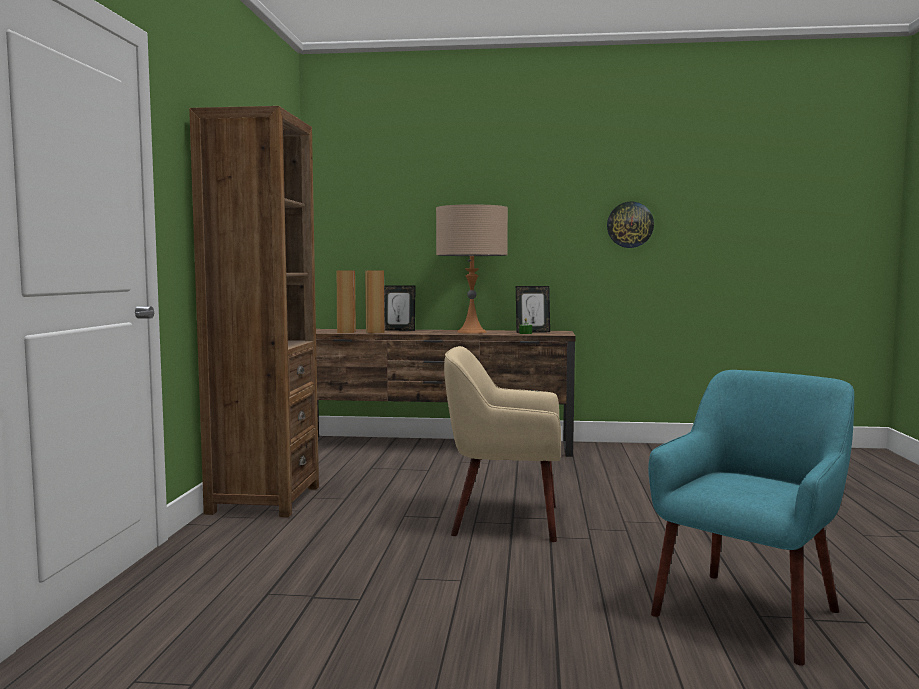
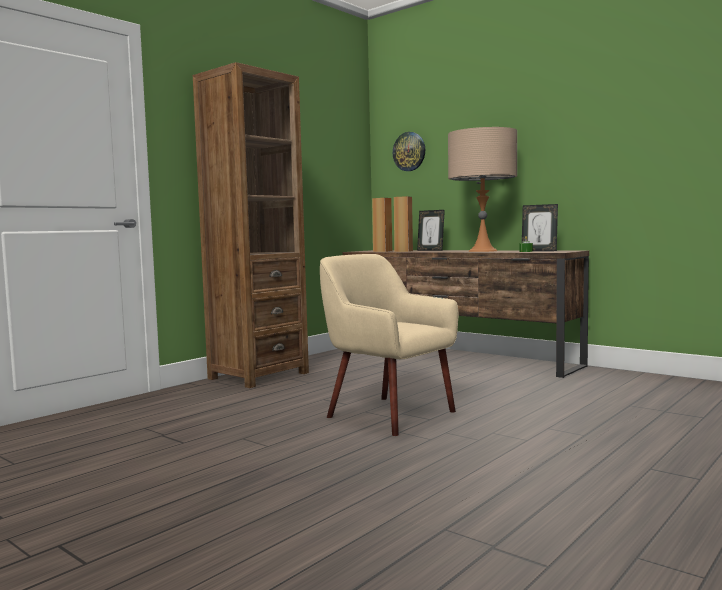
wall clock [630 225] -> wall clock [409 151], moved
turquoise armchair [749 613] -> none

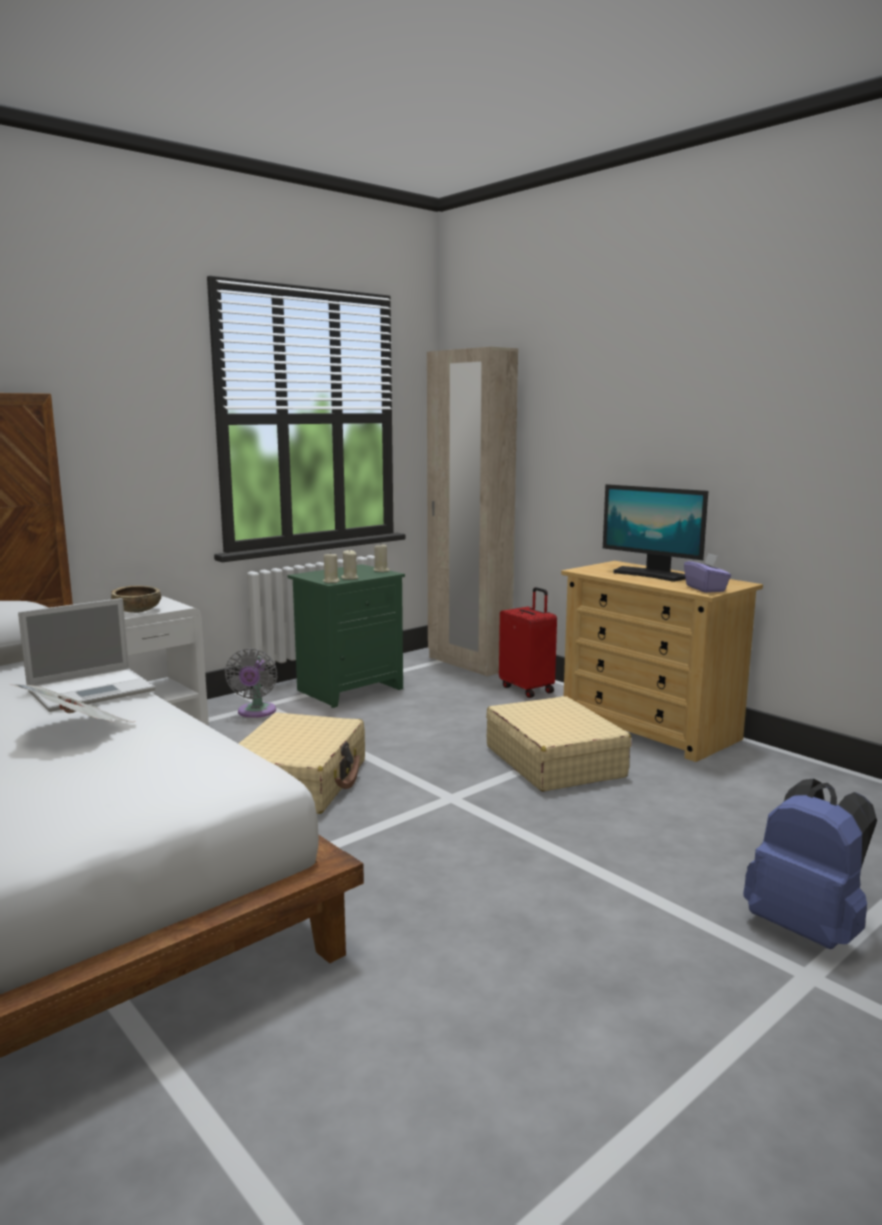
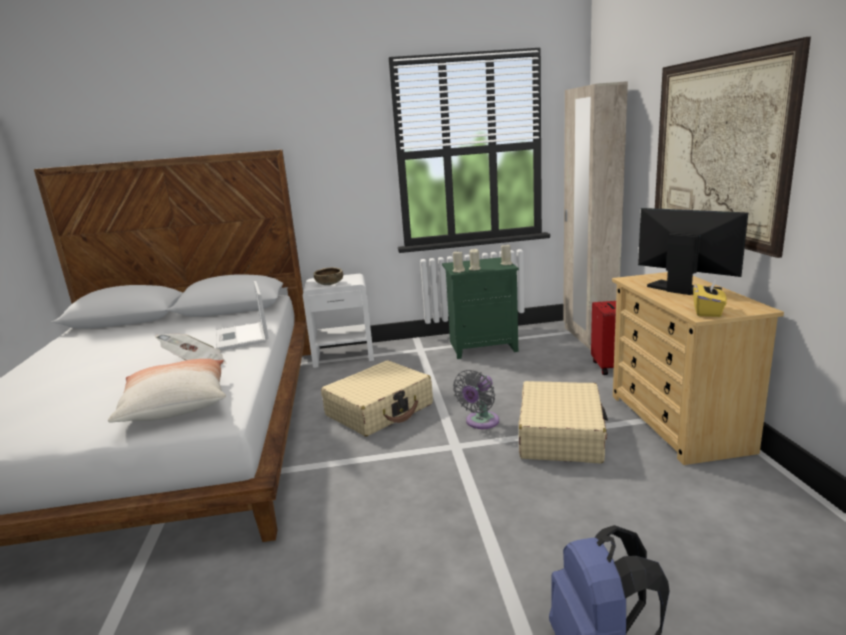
laptop [93 690] -> laptop [242 337], 75 degrees clockwise
grey fan [256 712] -> grey fan [480 422], moved
monitor [651 574] -> monitor [683 289], 150 degrees clockwise
purple tissue box [706 589] -> yellow tissue box [708 311]
none -> pillow [176 405]
none -> picture [717 150]

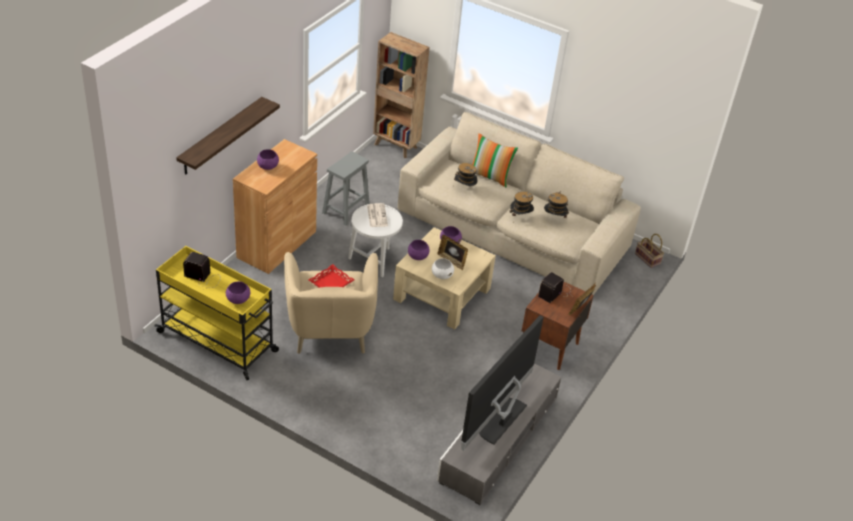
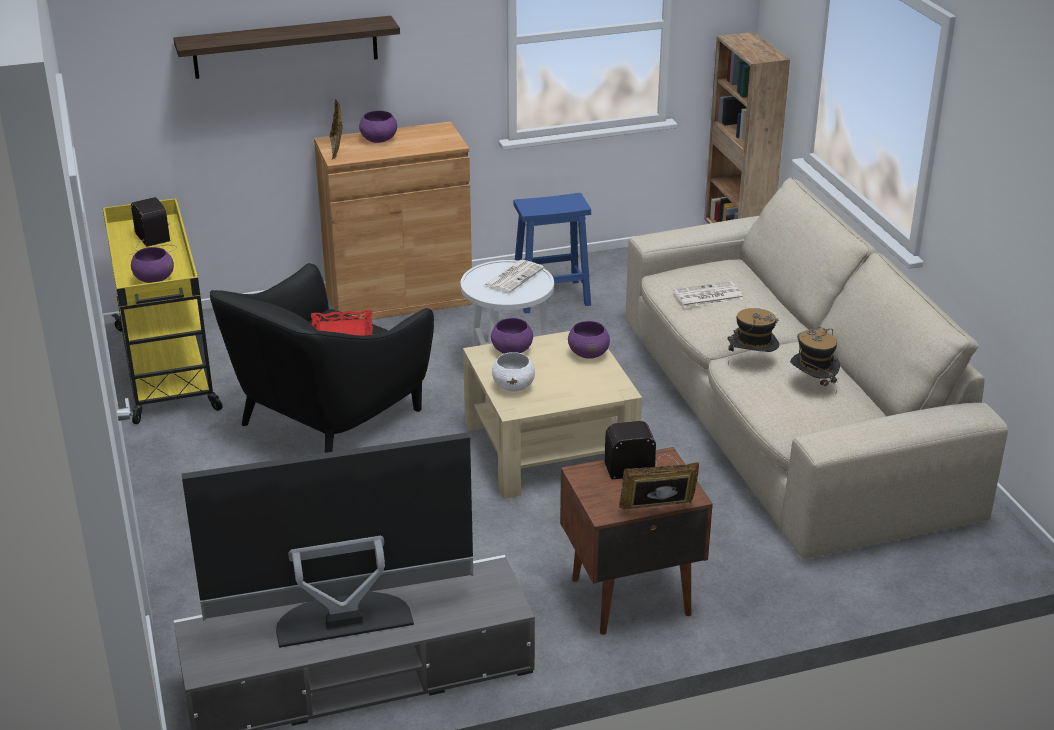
beige armchair [330 328] -> black armchair [327 416]
grey stool [346 209] -> blue stool [552 296]
picture frame [452 261] -> picture frame [337 149], moved
hat [464 188] -> newspaper [707 296]
pillow [490 176] -> none
basket [648 259] -> none

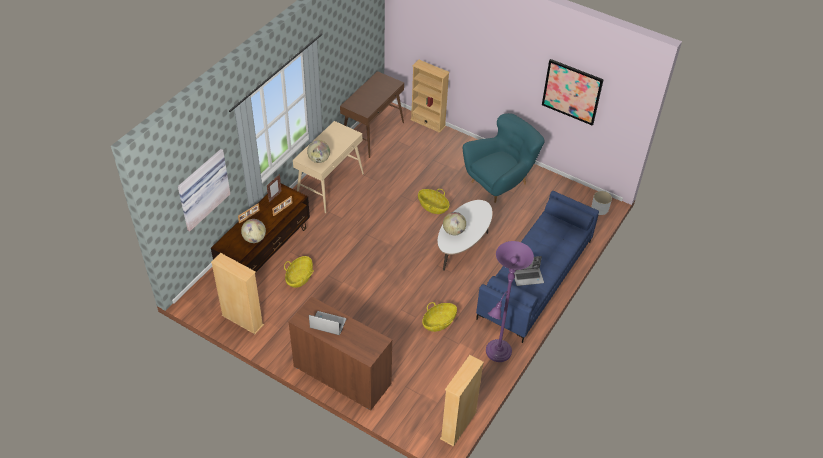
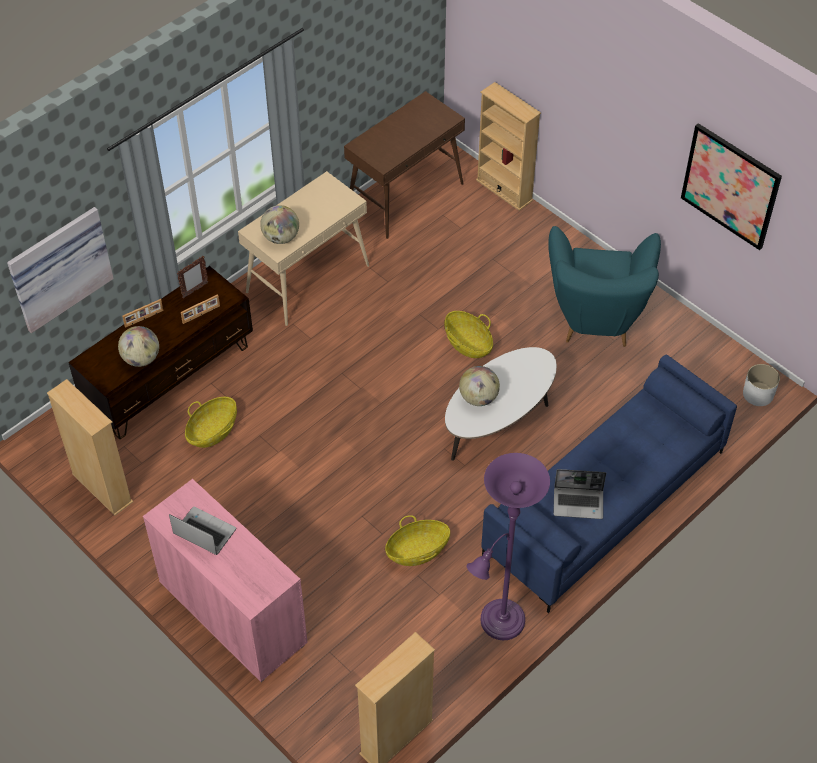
brown cabinet [342 375] -> pink cabinet [233 613]
turquoise armchair [500 182] -> turquoise armchair [596 318], 120 degrees clockwise

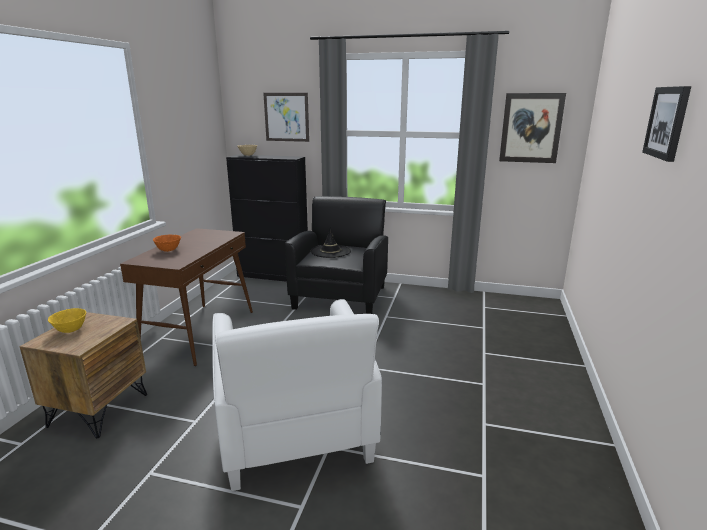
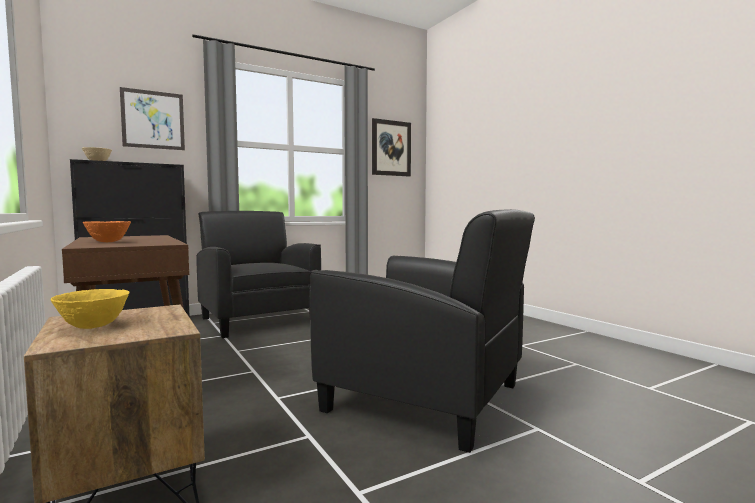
white armchair [295 434] -> black armchair [426 398]
black hat [330 251] -> none
picture [667 122] -> none

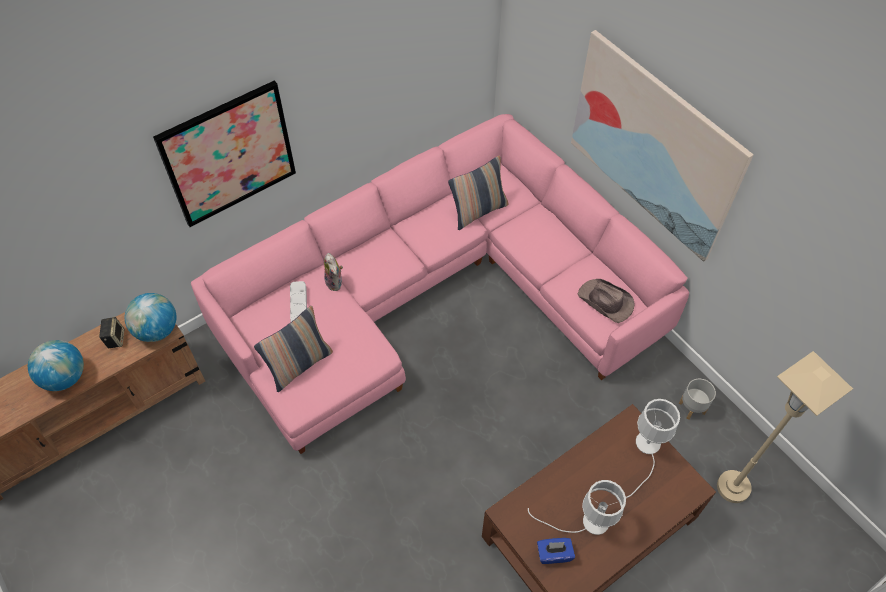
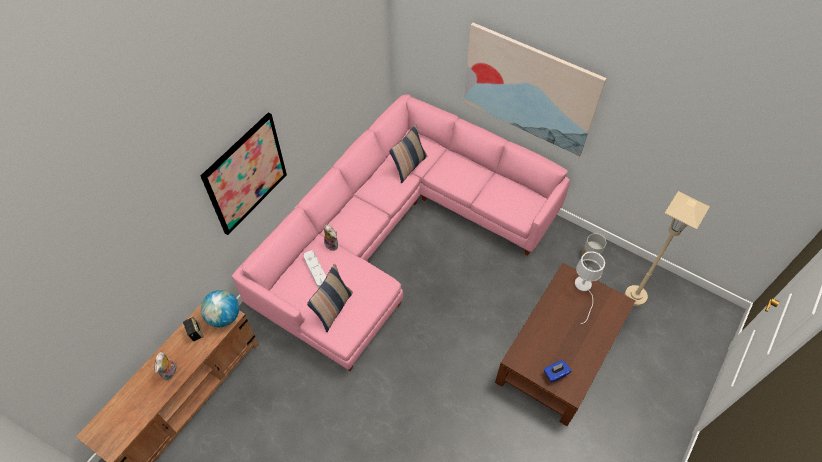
globe [65 377] -> plush toy [170 372]
white table lamp [587 523] -> none
brown hat [605 302] -> none

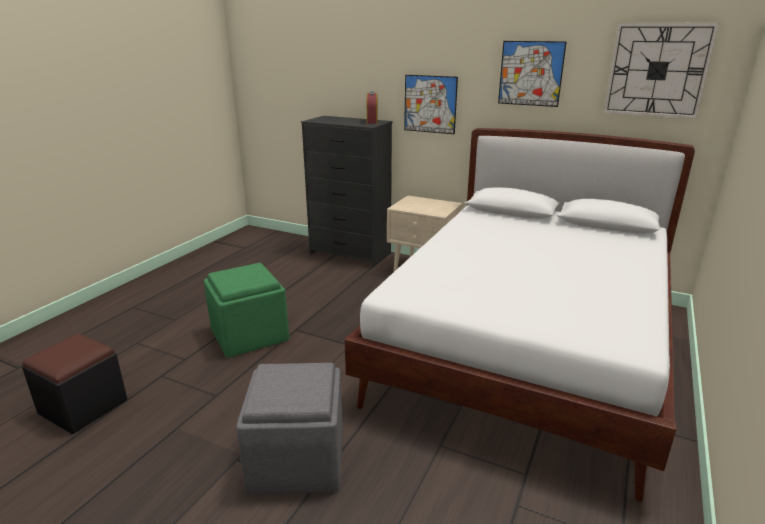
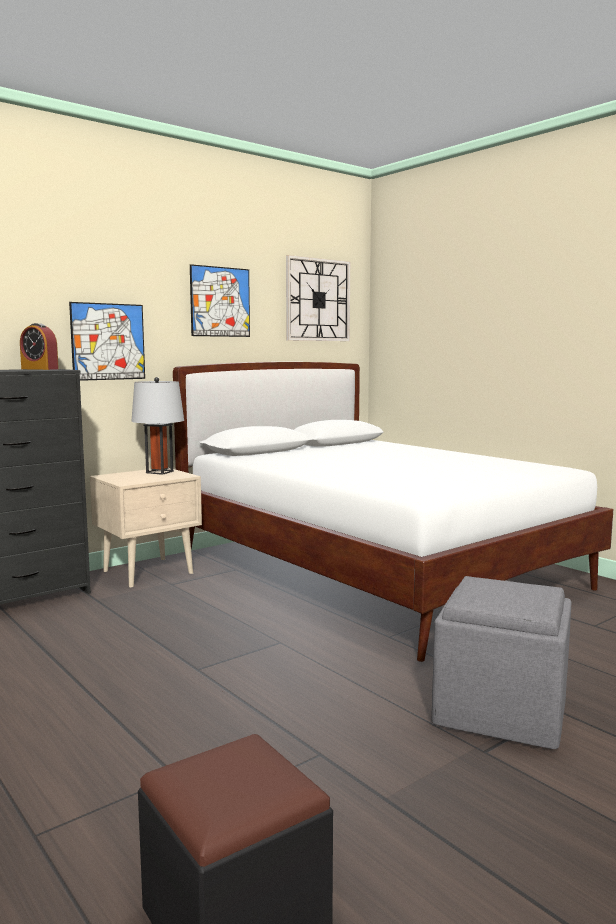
green ottoman [250 334] -> none
none -> grey table lamp [159 472]

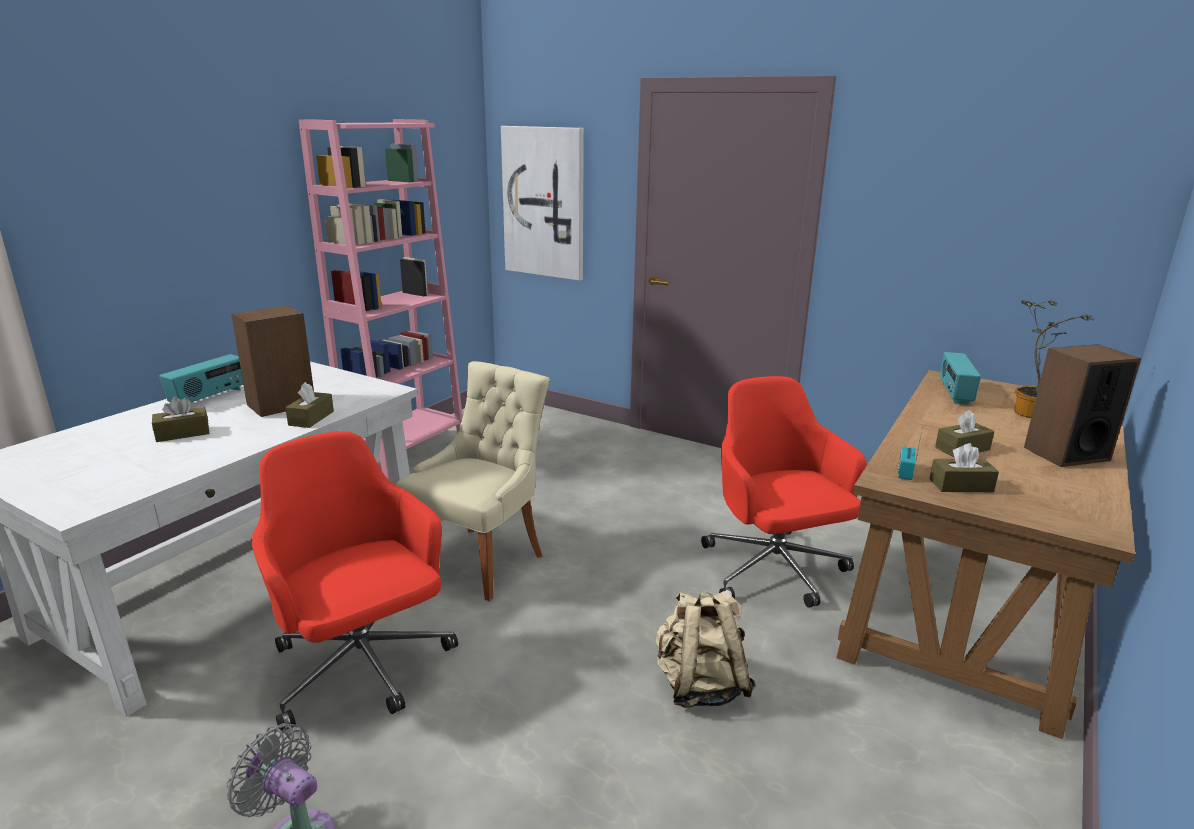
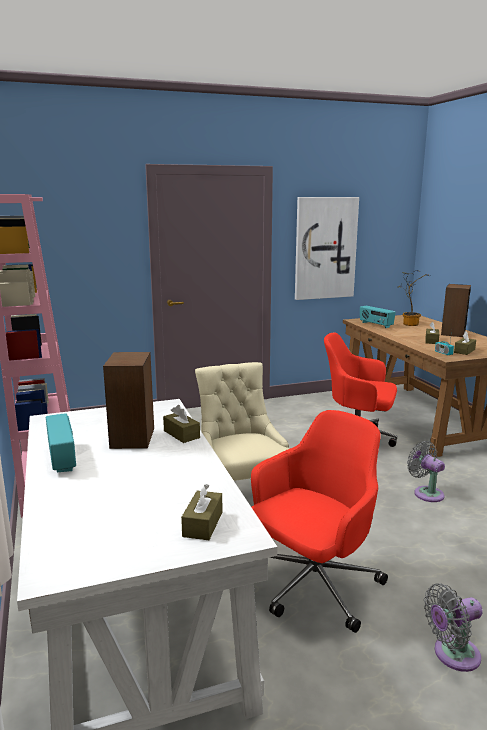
brown tissue box [183 433] -> brown tissue box [203 524], moved
red office chair [362 668] -> red office chair [312 586], 135 degrees clockwise
picture [544 203] -> picture [325 248], moved
beige backpack [700 686] -> grey fan [426 493]

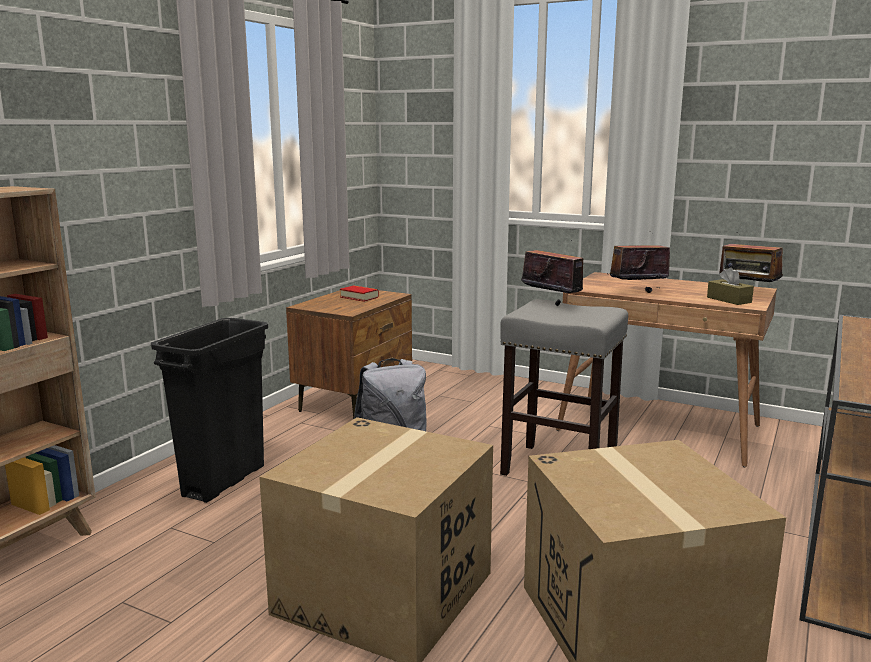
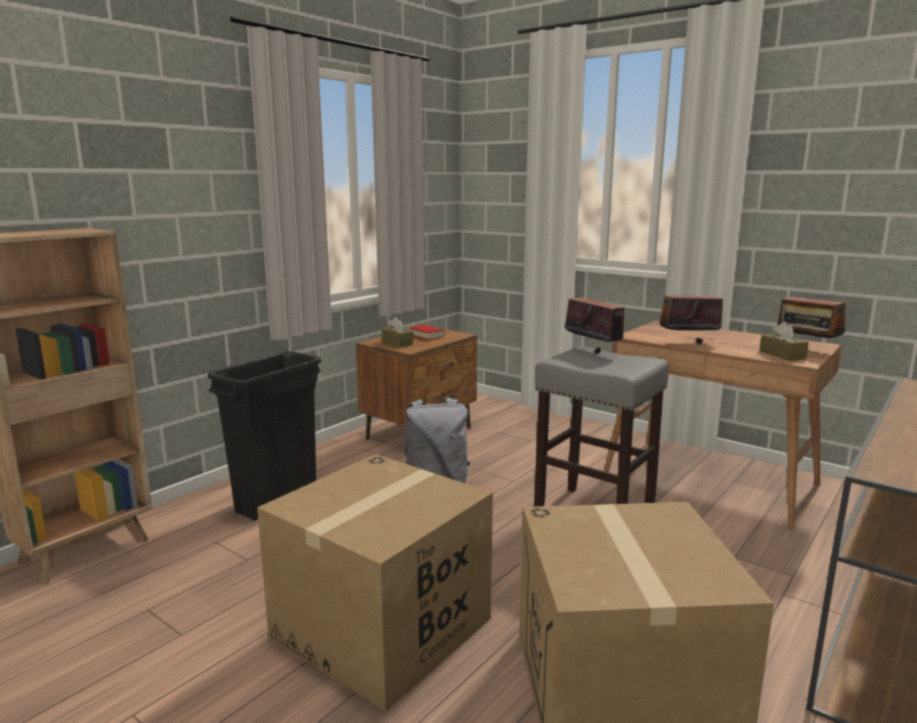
none -> brown tissue box [397 343]

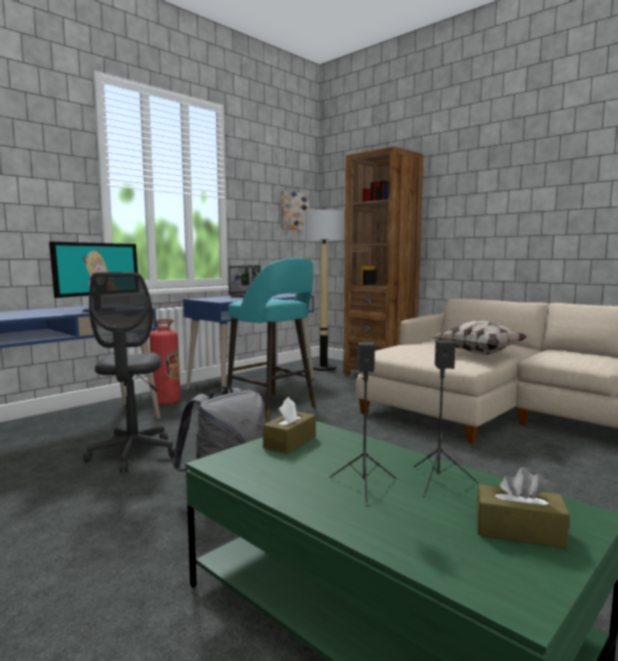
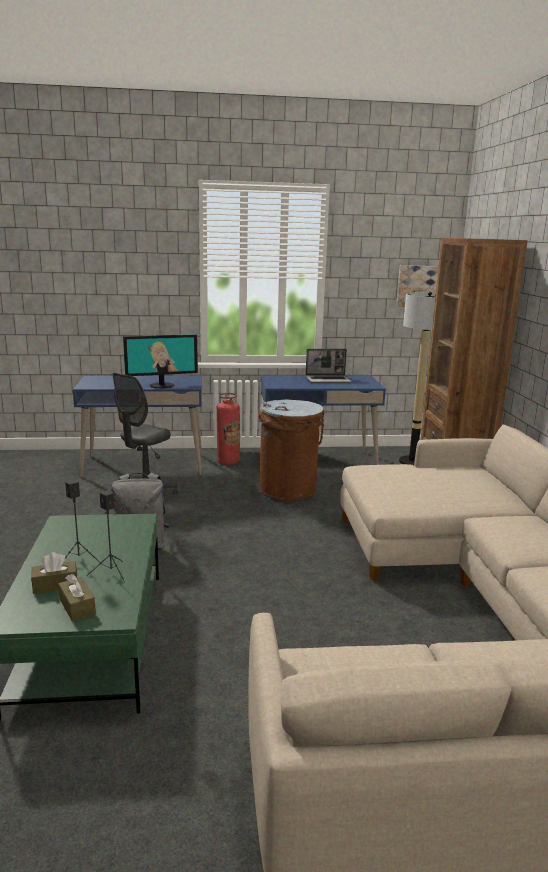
turquoise stool [272 407] -> brown trash can [288 490]
brown tissue box [290 442] -> brown tissue box [55 585], moved
pillow [478 353] -> none

